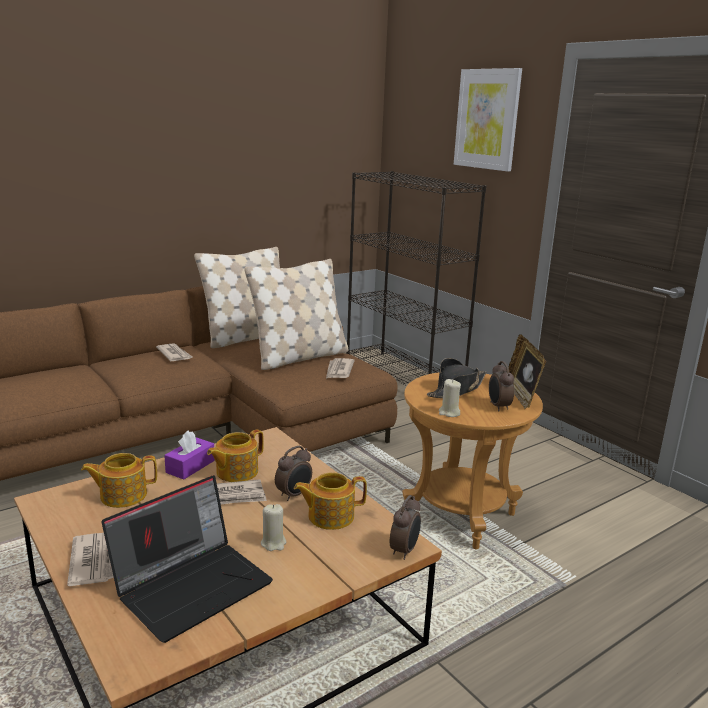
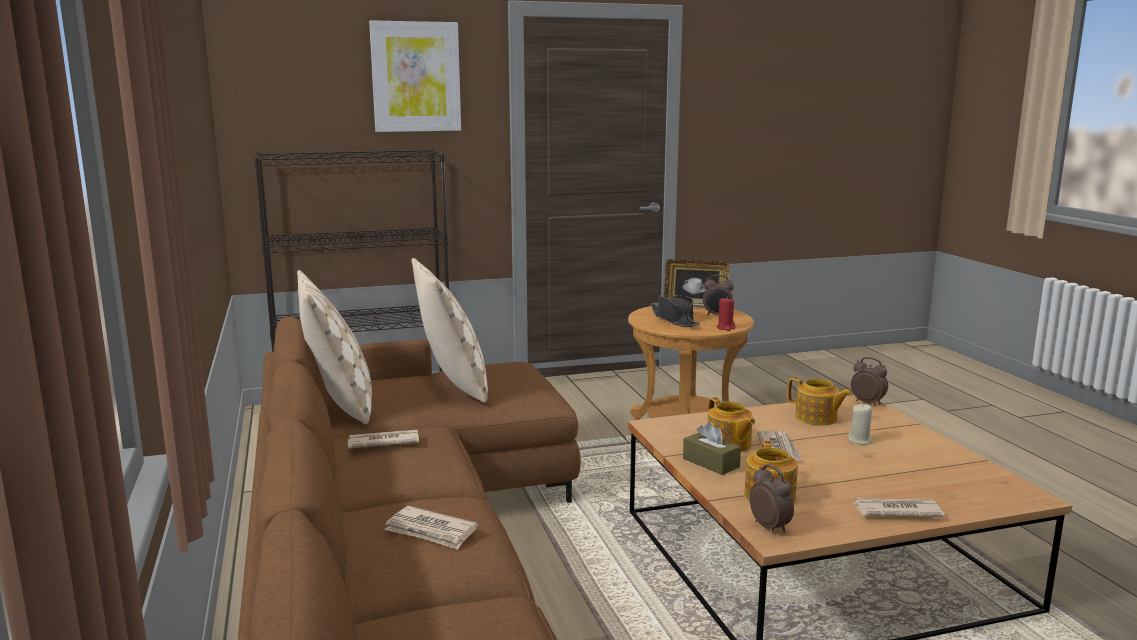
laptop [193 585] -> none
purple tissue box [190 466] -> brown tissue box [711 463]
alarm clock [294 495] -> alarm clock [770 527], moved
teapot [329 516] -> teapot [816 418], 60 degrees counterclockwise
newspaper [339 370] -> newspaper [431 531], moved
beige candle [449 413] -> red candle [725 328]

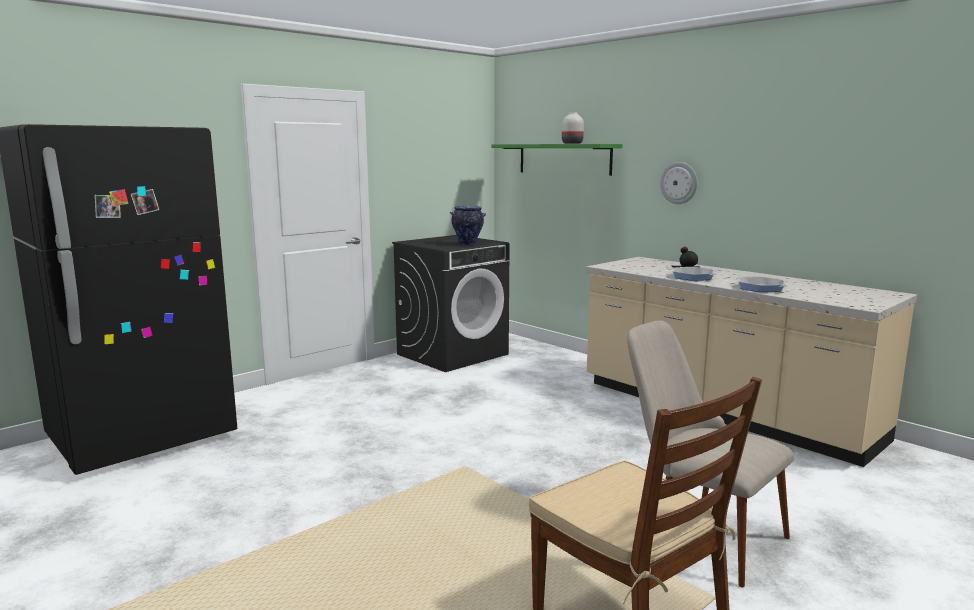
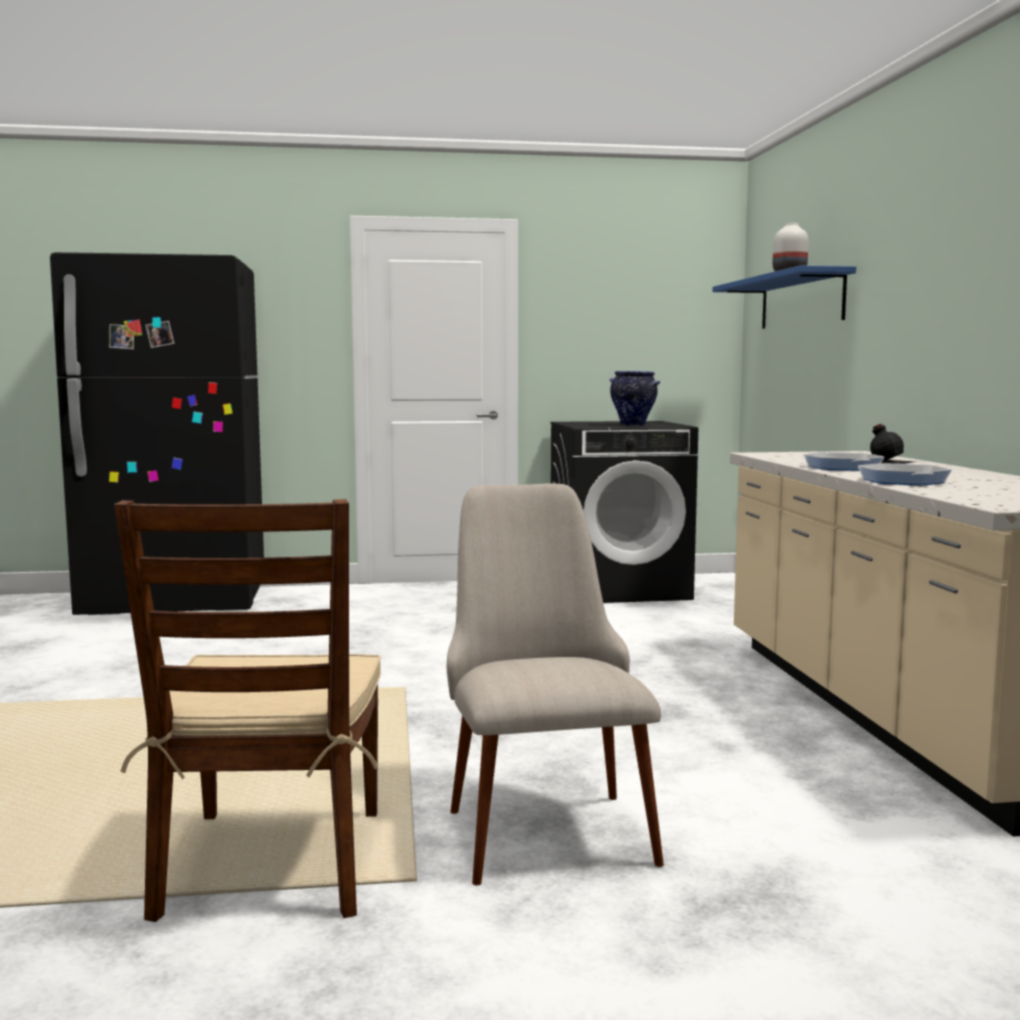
green shelf [564 159] -> blue shelf [801 301]
wall clock [679 183] -> none

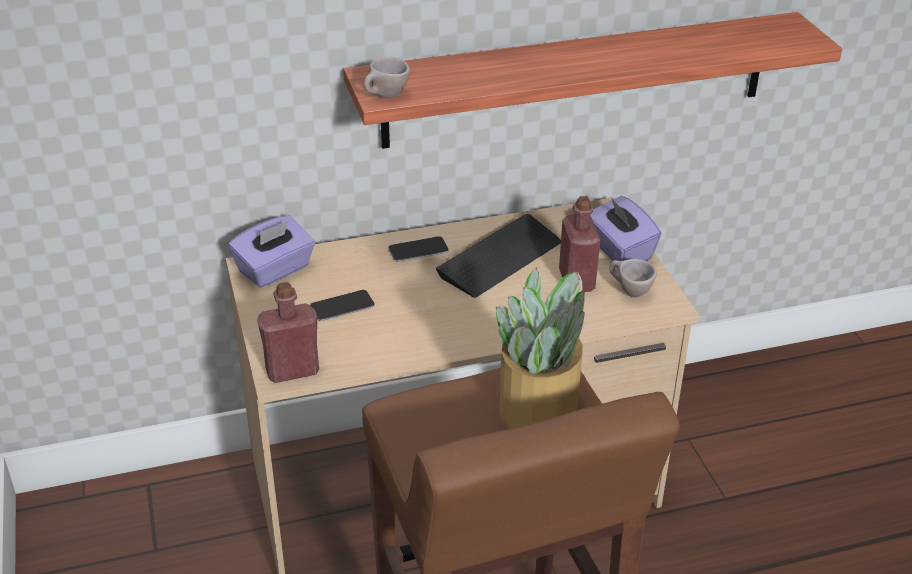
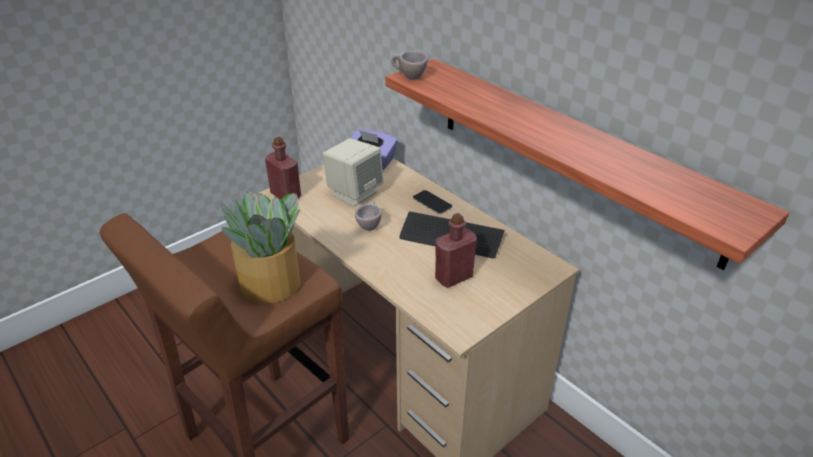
phone [342 306] -> beige speaker [354 193]
purple tissue box [619 250] -> none
beige cup [629 291] -> beige cup [369 225], moved

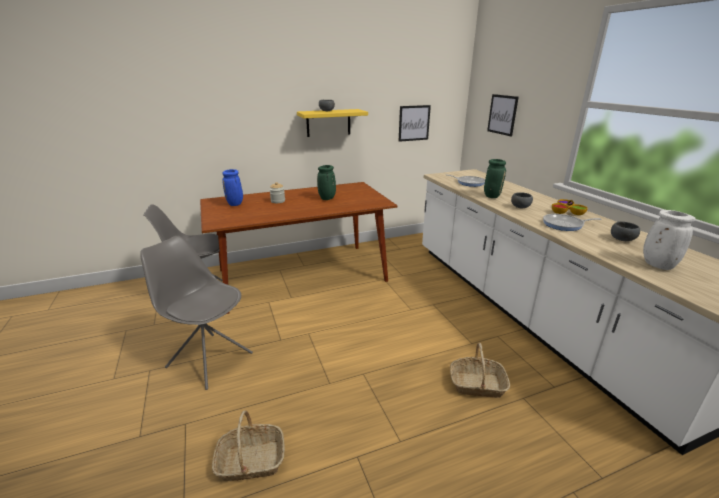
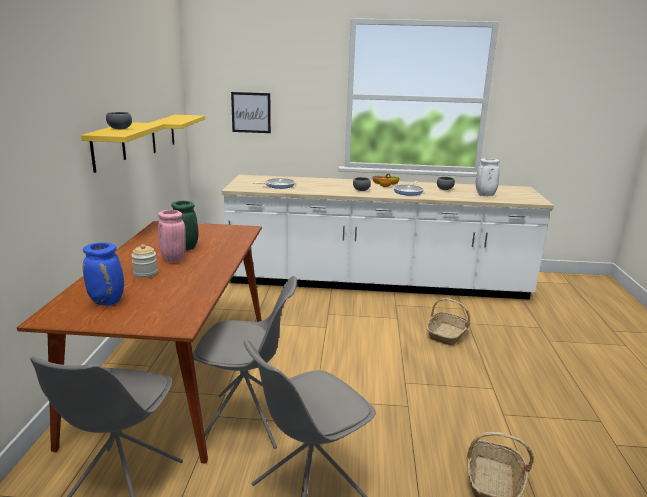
picture [414 123] -> yellow shelf [162 133]
green vase [491 196] -> none
none -> pink vase [173 259]
none -> grey chair [247 421]

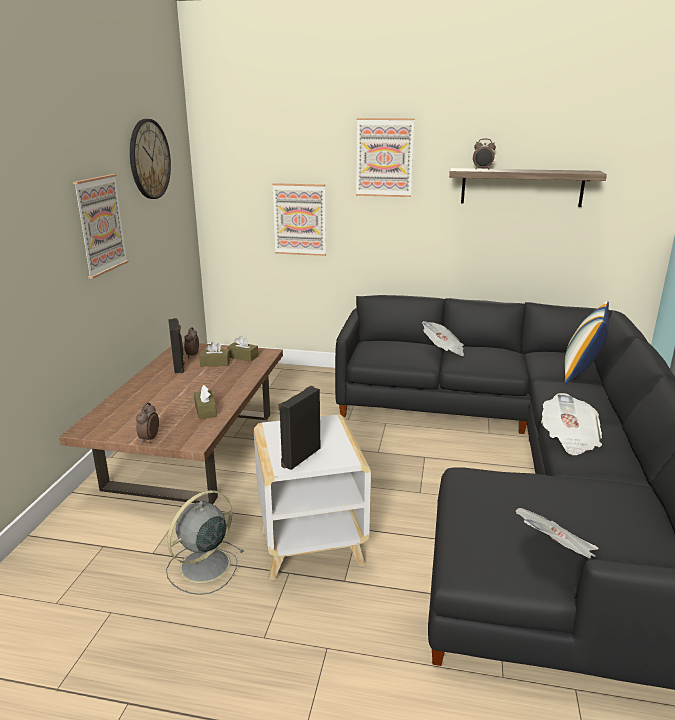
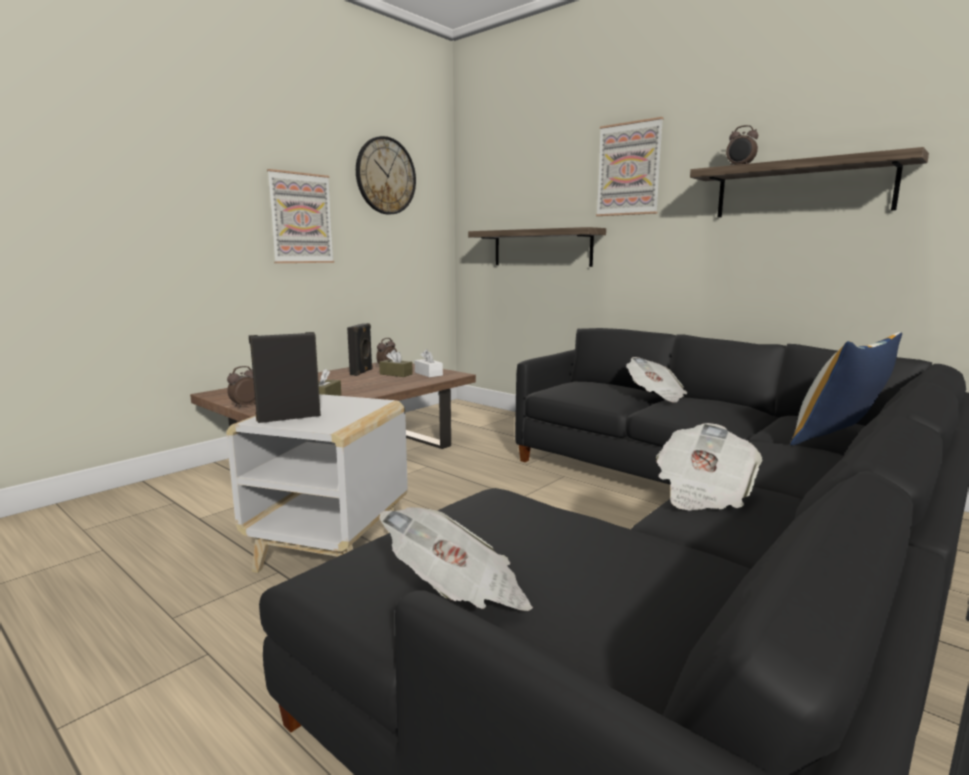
grey fan [203 566] -> none
brown tissue box [243 357] -> white tissue box [428 374]
picture [299 219] -> shelf [541 248]

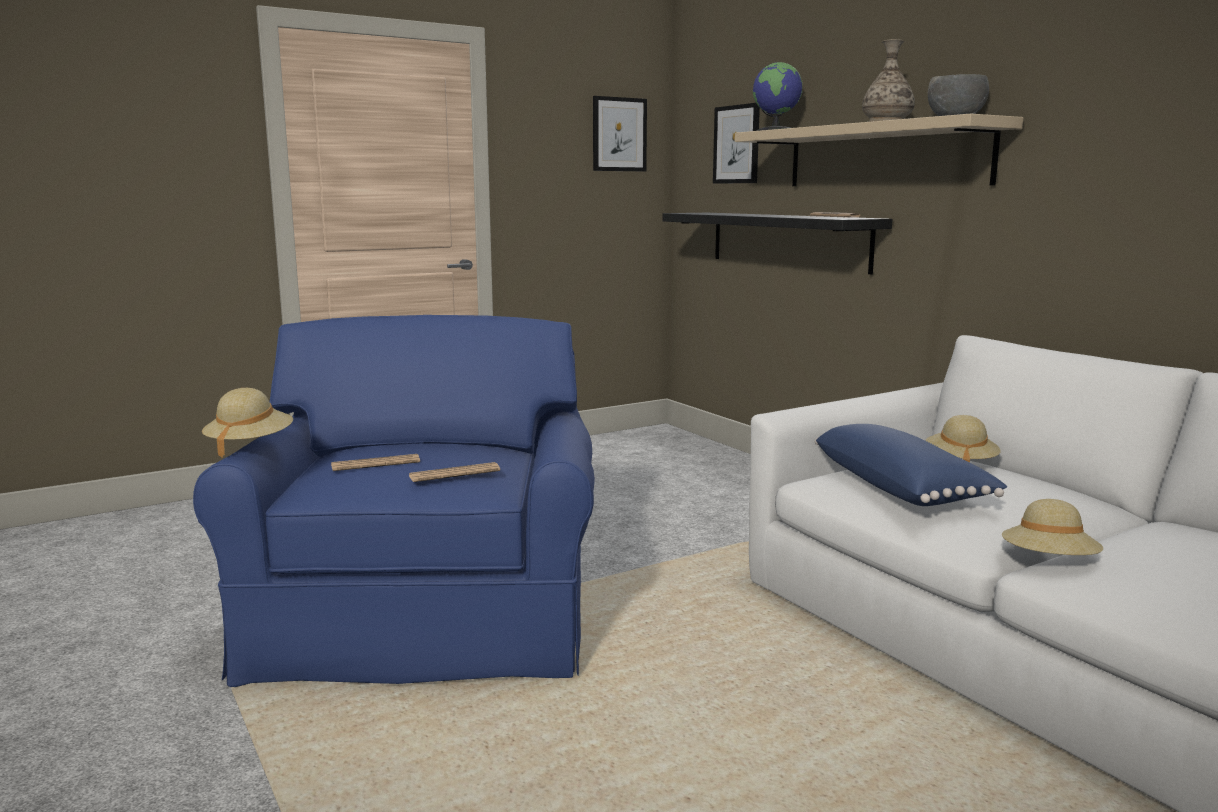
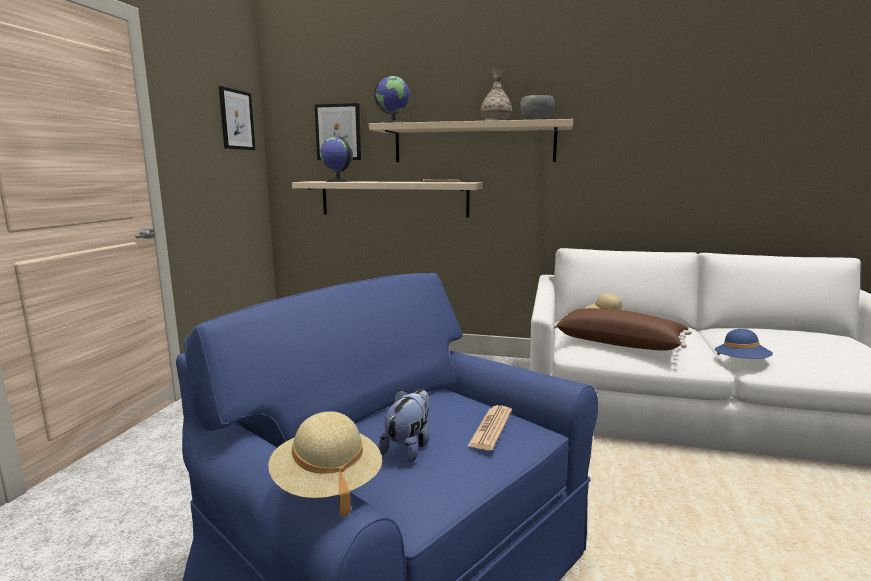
newspaper [375 464] -> plush toy [409 447]
black shelf [787 240] -> beige shelf [394 198]
blue pillow [900 488] -> brown pillow [619 343]
beige hat [1049 563] -> blue hat [741 363]
none -> globe [337 181]

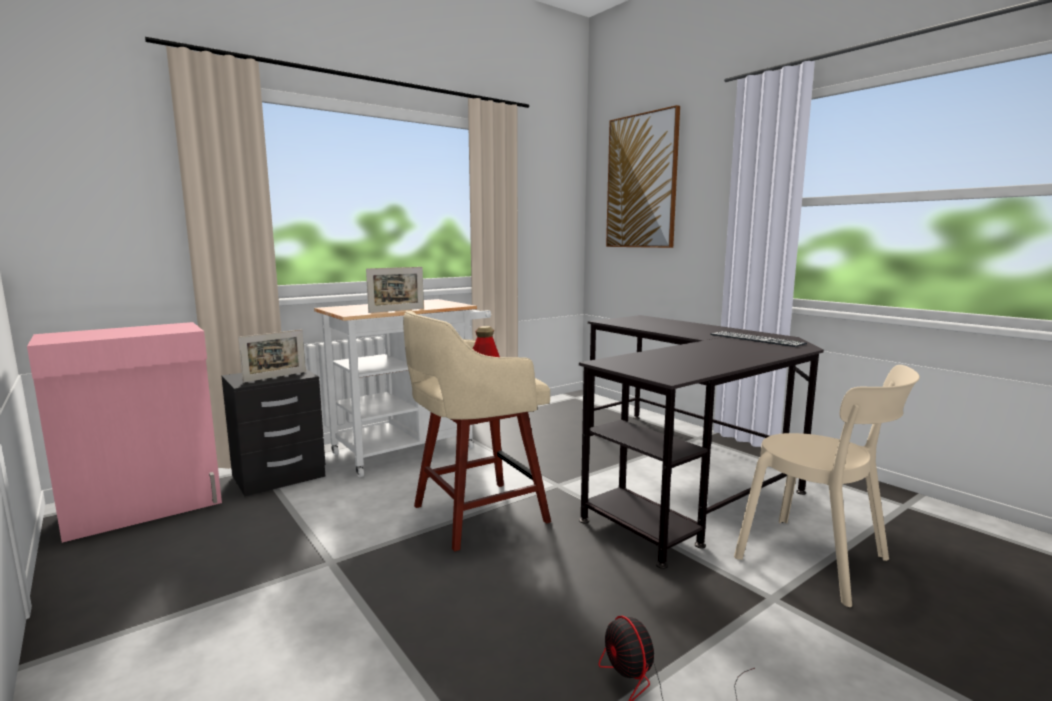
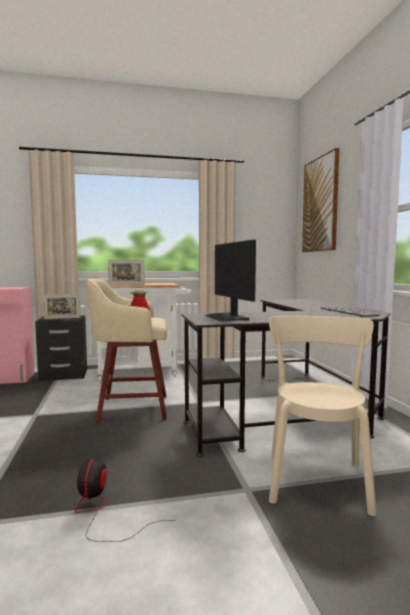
beige chair [819 561] -> beige chair [316 478], 150 degrees counterclockwise
none -> monitor [227 317]

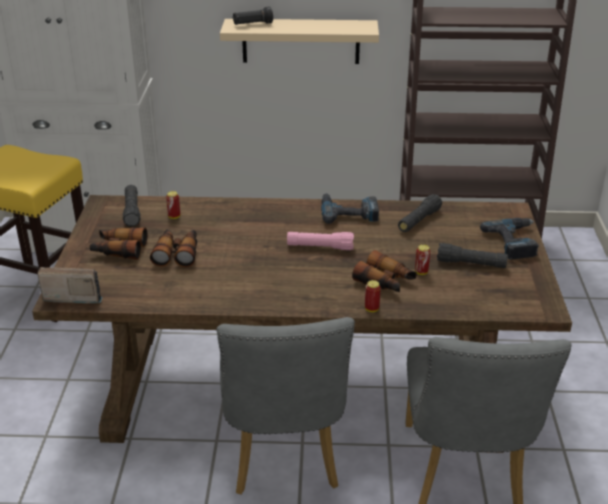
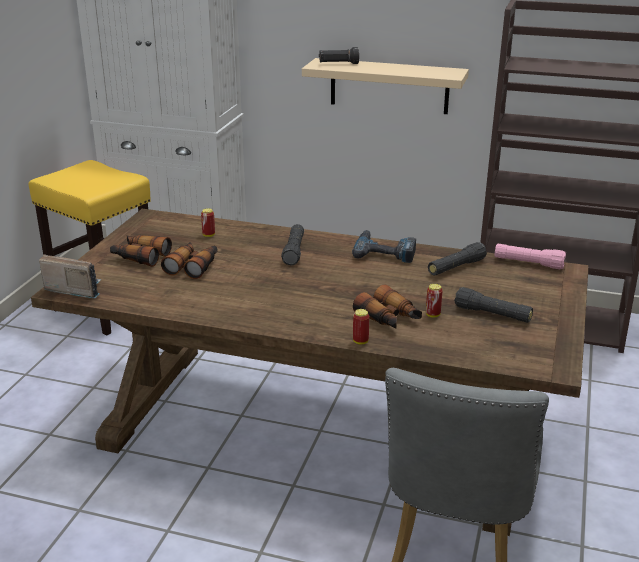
black flashlight [132 211] -> black flashlight [294 251], moved
grey chair [283 457] -> none
pink flashlight [320 247] -> pink flashlight [528 263], moved
power drill [515 242] -> none

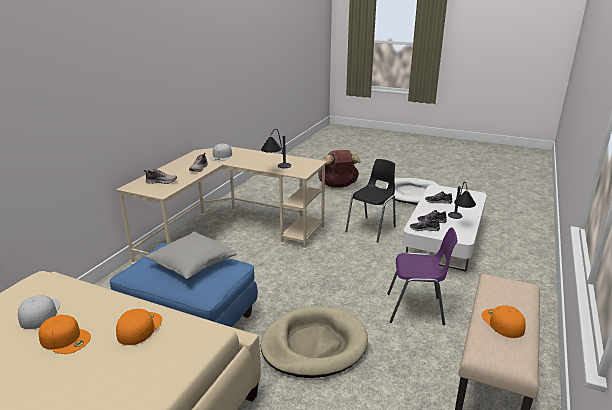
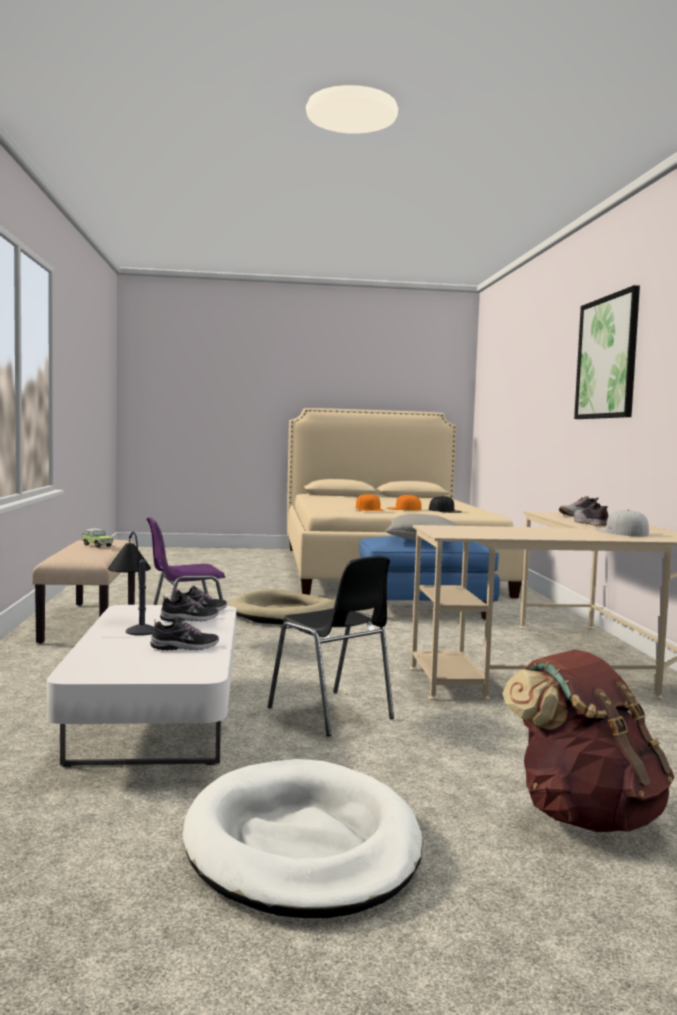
white cap [39 313] -> black cap [445 511]
table lamp [276 170] -> none
black chair [372 229] -> black chair [332 714], 45 degrees counterclockwise
orange cap [502 322] -> toy car [96 545]
none -> picture [607 357]

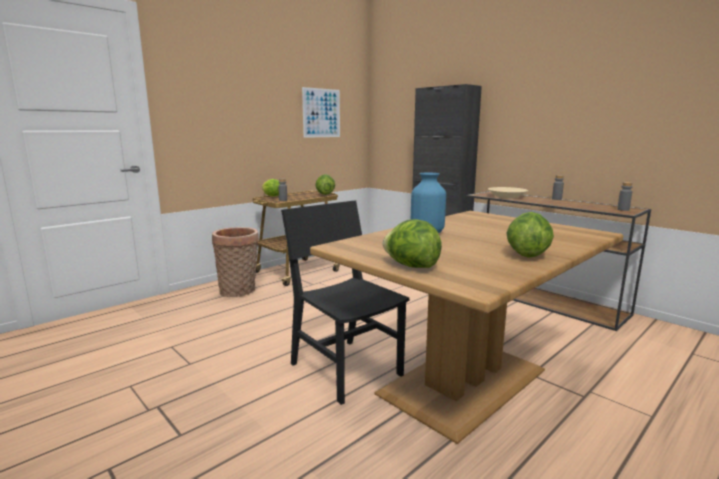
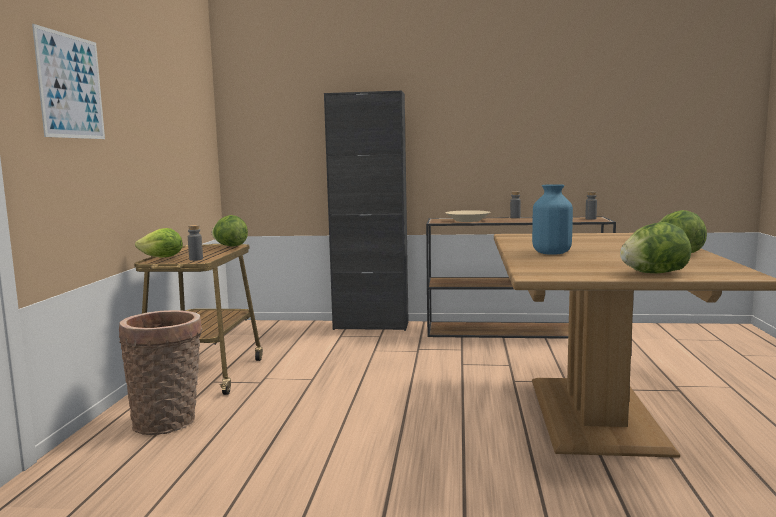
black chair [346 369] -> none
picture [321 113] -> picture [71 86], moved

